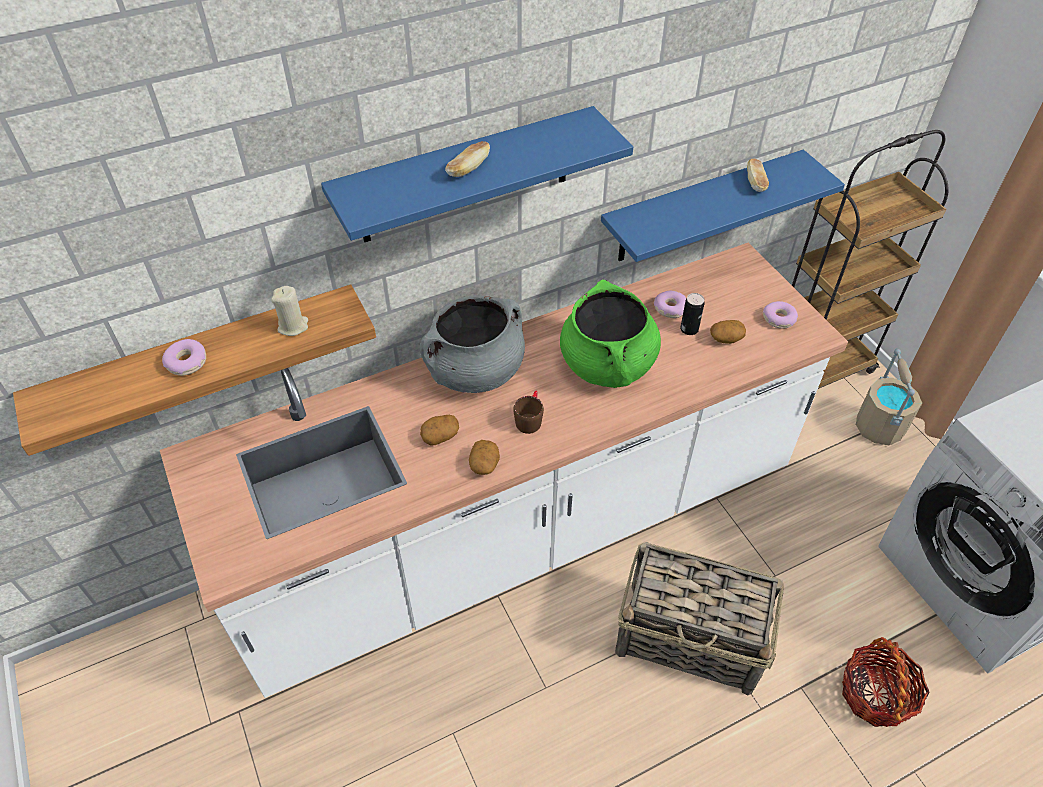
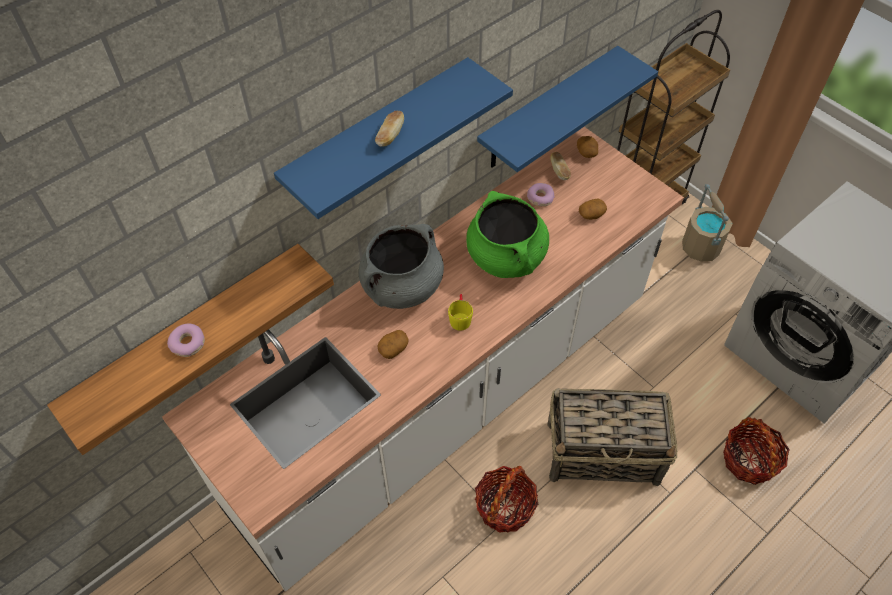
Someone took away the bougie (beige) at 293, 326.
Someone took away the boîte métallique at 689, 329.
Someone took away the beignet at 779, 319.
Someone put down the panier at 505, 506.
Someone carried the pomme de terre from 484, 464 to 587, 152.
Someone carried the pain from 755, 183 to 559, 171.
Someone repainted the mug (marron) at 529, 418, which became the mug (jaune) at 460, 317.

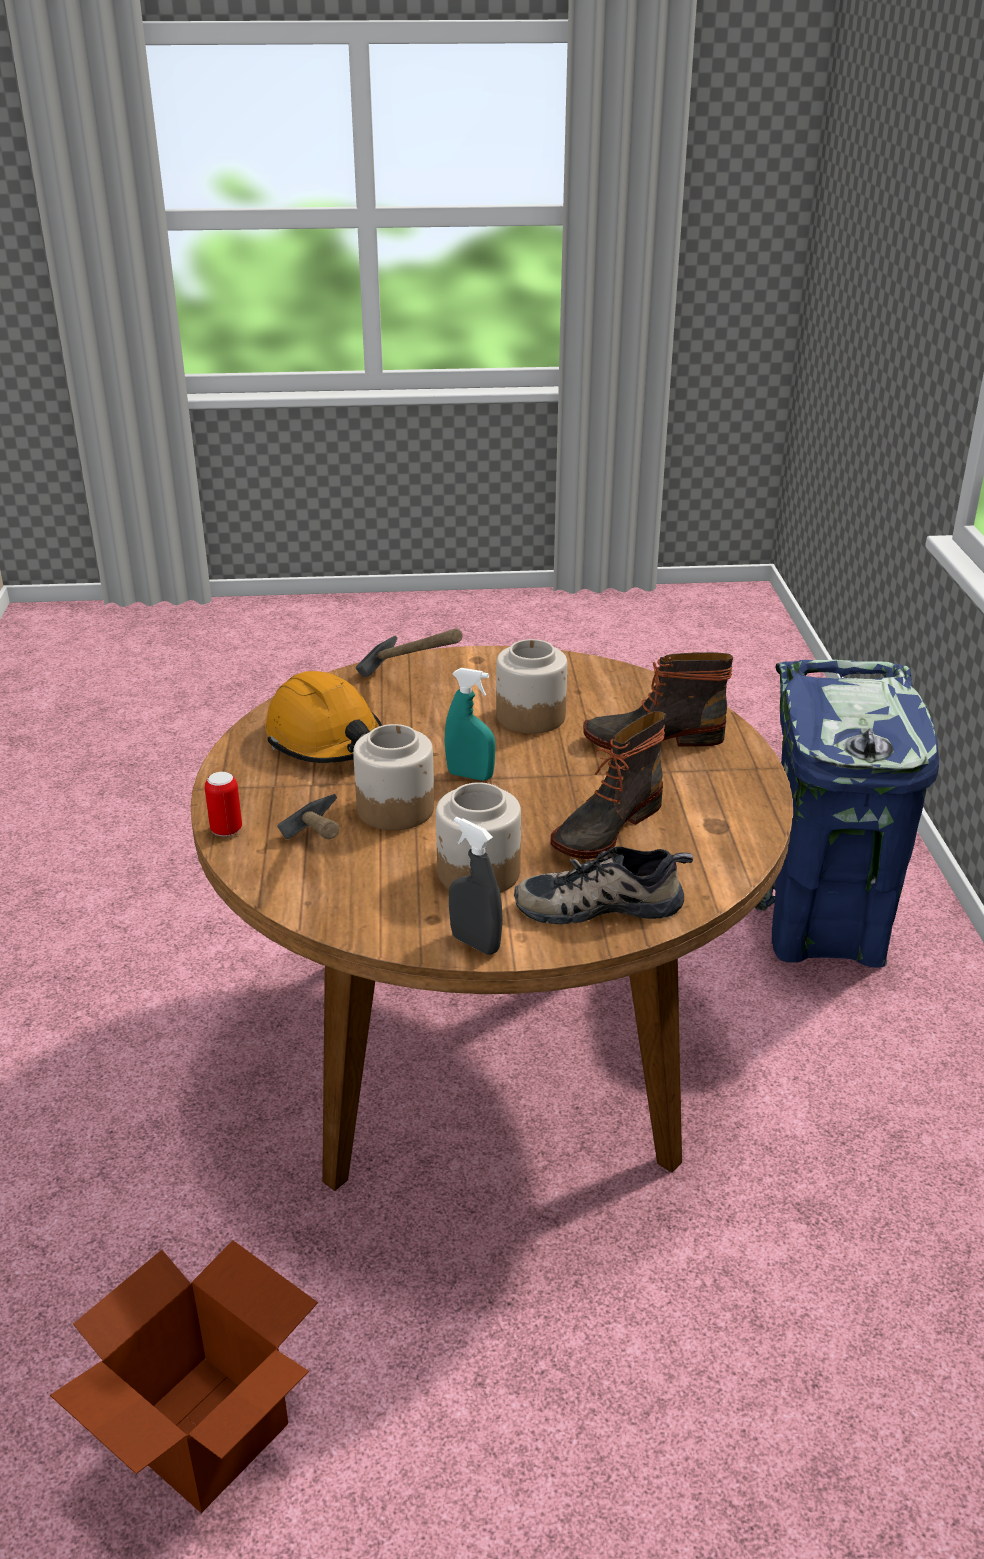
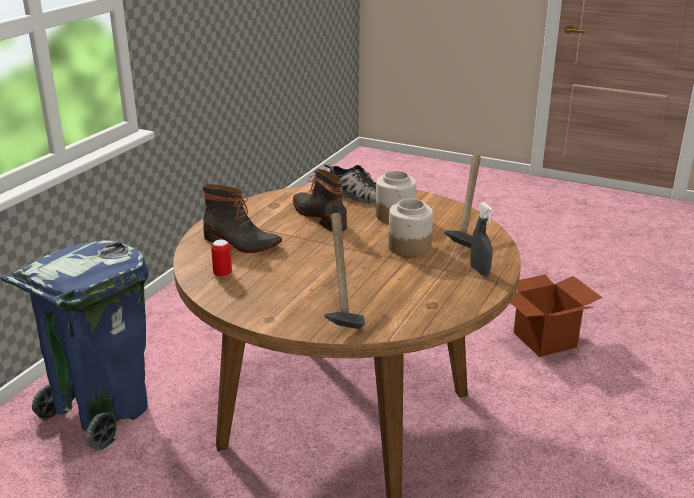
Someone took away the casque de chantier (orange) at 326, 740.
Someone took away the vaporisateur (turquoise) at 470, 775.
Someone took away the bocal at 530, 716.
Someone carried the boîte métallique from 226, 830 to 222, 274.
Someone carried the vaporisateur (gris) from 475, 943 to 479, 270.
Someone rotated the botte at 605, 827 by 105 degrees counterclockwise.

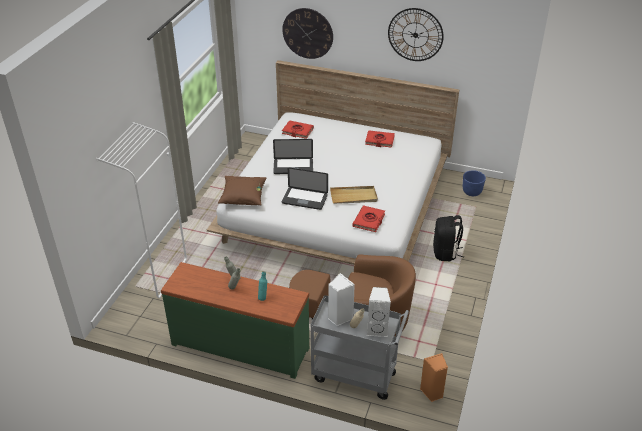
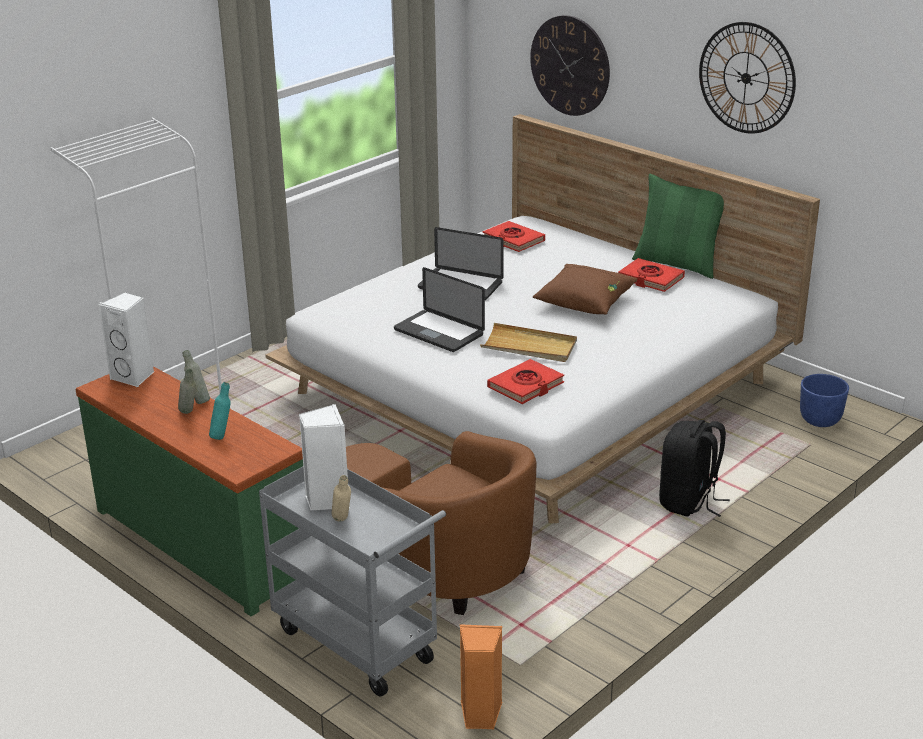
Someone put down the coussin (vert) at 677, 264.
Someone carried the coussin (marron) from 243, 197 to 584, 302.
Someone carried the enceinte (blanc) from 377, 329 to 134, 376.

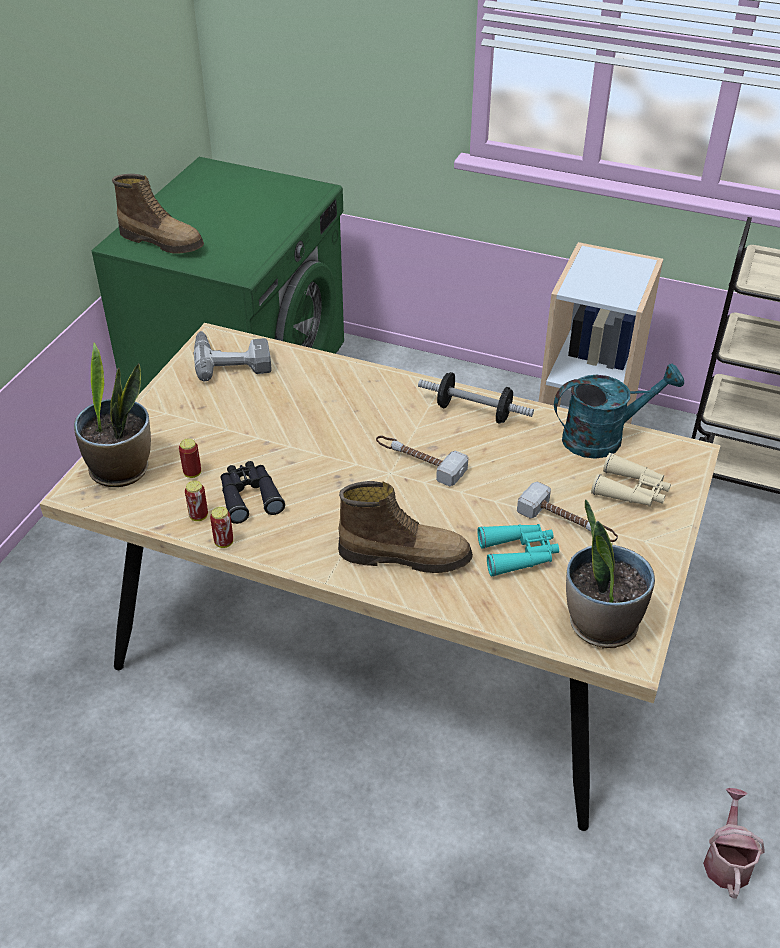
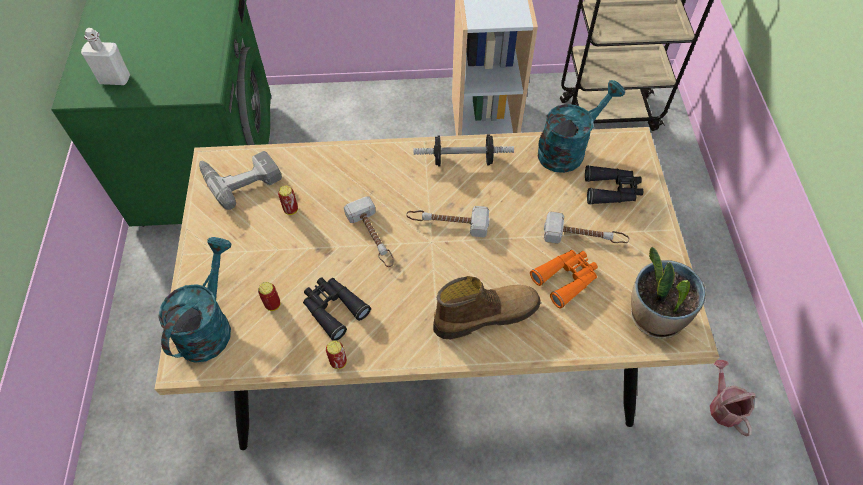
Someone put down the marteau at 373, 237.
Someone carried the boîte métallique from 199, 516 to 291, 210.
Someone swapped the plante en pot at 121, 469 for the arrosoir (turquoise) at 209, 325.
Someone swapped the botte at 163, 241 for the bouteille (blanc) at 115, 79.
Someone repainted the jumelles (turquoise) at 519, 554, which became the jumelles (orange) at 566, 279.
Someone repainted the jumelles (beige) at 631, 491, which became the jumelles (noir) at 612, 190.

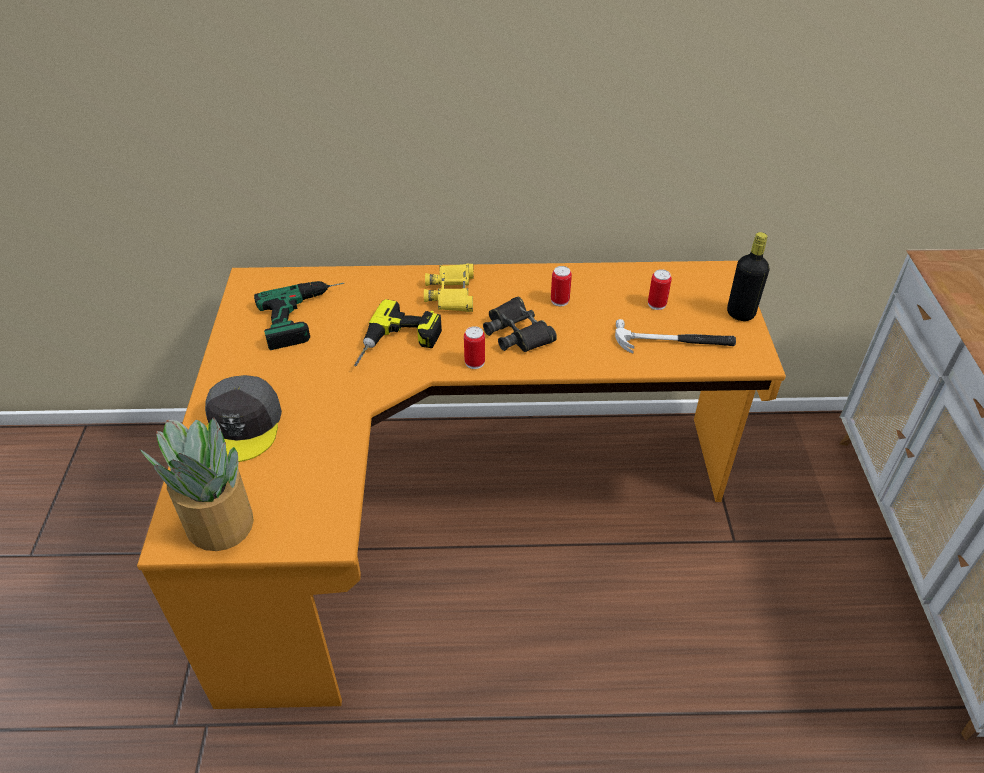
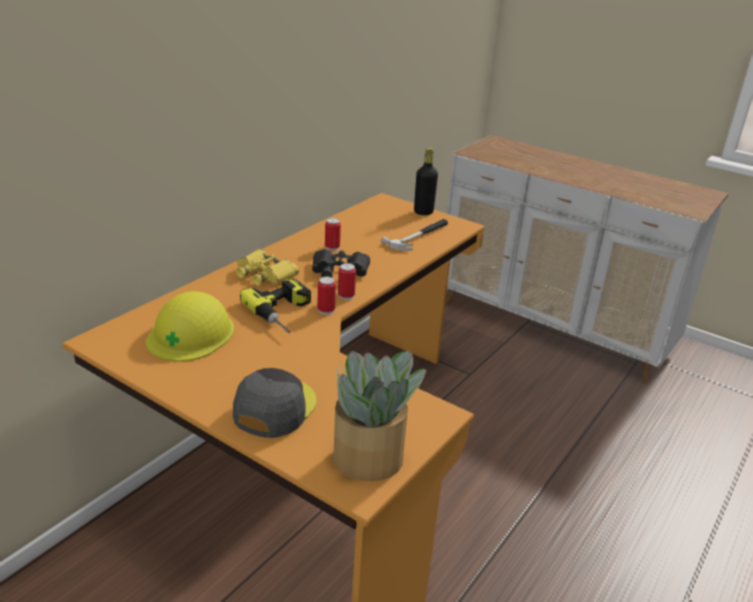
Someone carried the boîte métallique from 657, 304 to 326, 310.
Someone swapped the perceuse at 307, 316 for the casque de chantier (jaune) at 191, 334.
Someone rotated the casquette (gris) at 243, 425 by 105 degrees counterclockwise.

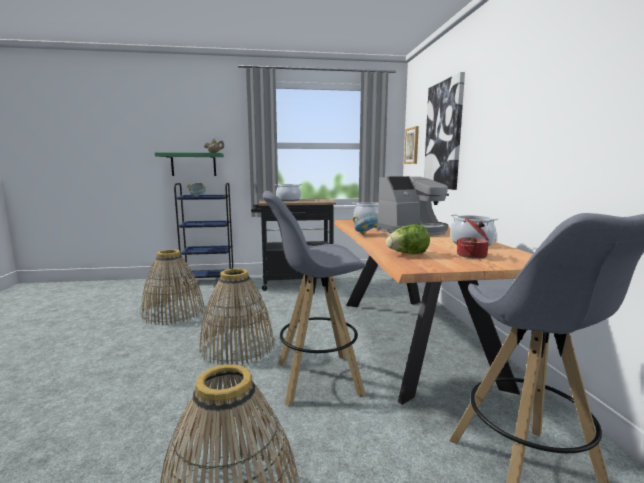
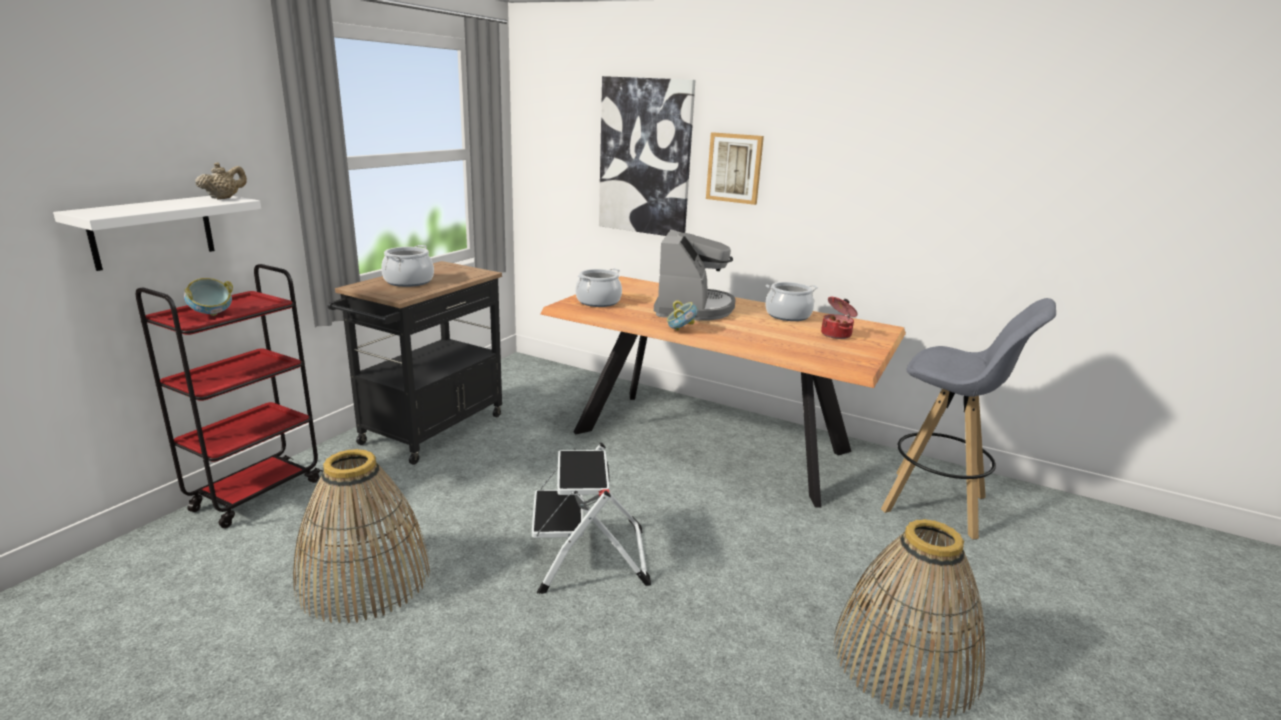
Someone took away the tabouret (gris) at 315, 378.
Someone took away the laitue at 407, 254.
Someone carried the tableau from 412, 146 to 734, 168.
Someone swapped the panier at 237, 346 for the escabeau at 589, 554.
Someone repainted the étagère (vert) at 193, 164, which became the étagère (blanc) at 152, 231.
Someone repainted the chariot (bleu) at 209, 280, which became the chariot (rouge) at 257, 494.

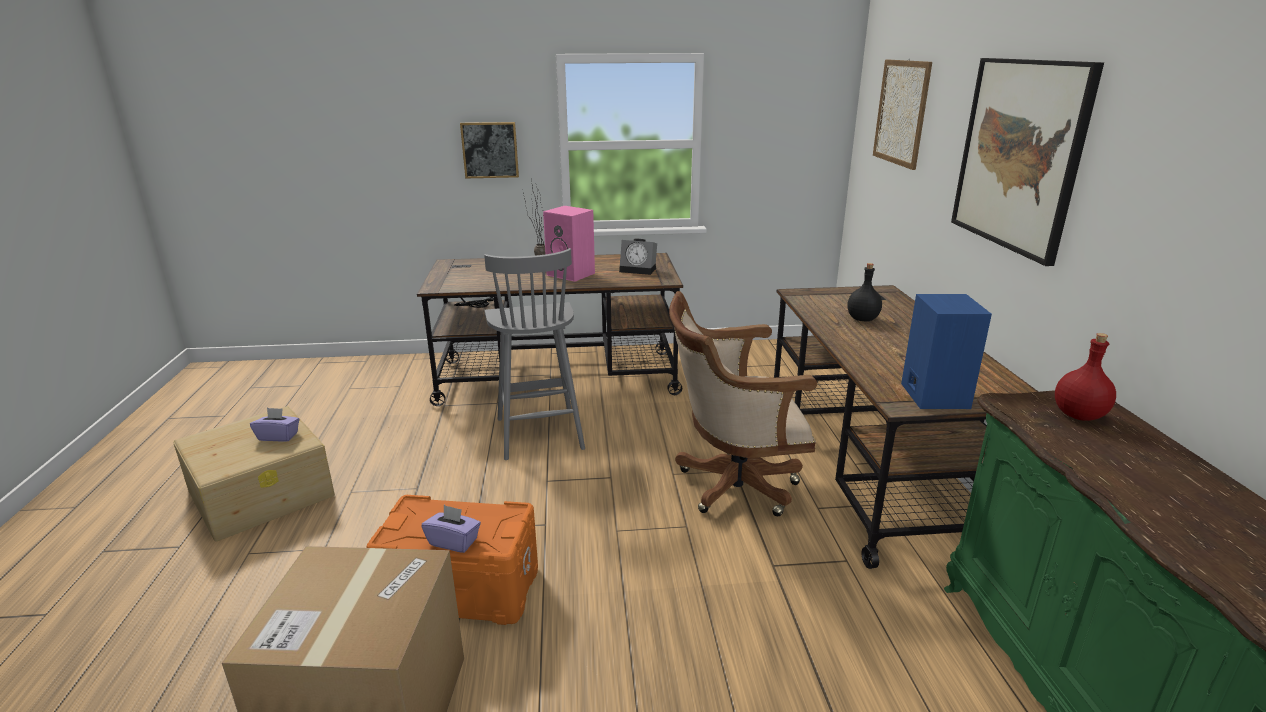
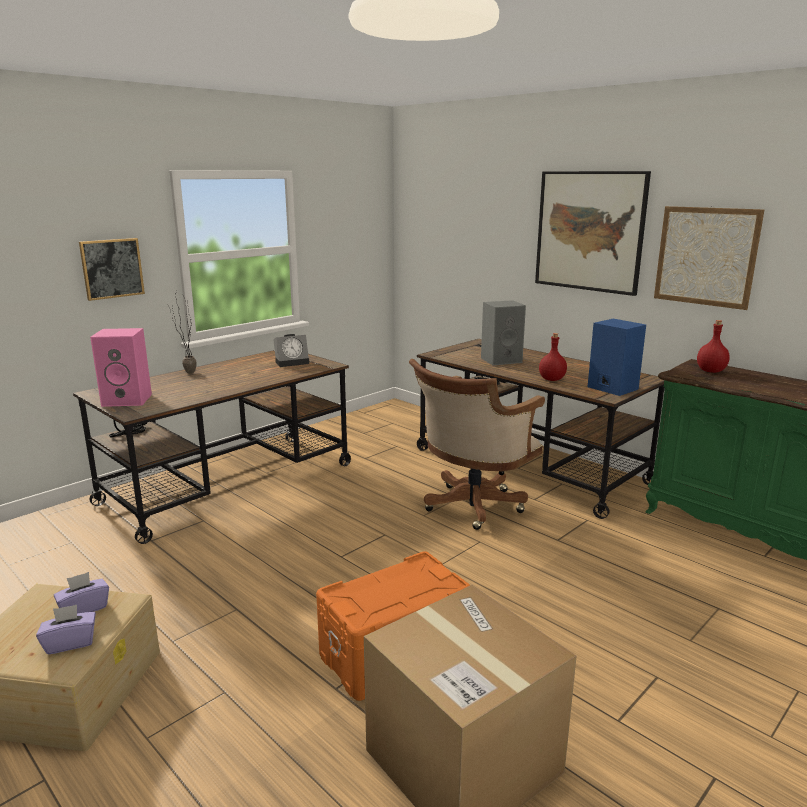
Someone took away the tabouret (gris) at 538, 431.
Someone put down the bouteille (rouge) at 552, 379.
Someone carried the boîte à mouchoirs (violet) from 454, 541 to 70, 642.
Someone carried the enceinte (rose) from 572, 274 to 128, 400.
Someone carried the tableau from 901, 111 to 706, 255.
Someone swapped the bouteille (noir) at 863, 319 for the enceinte (gris) at 501, 360.

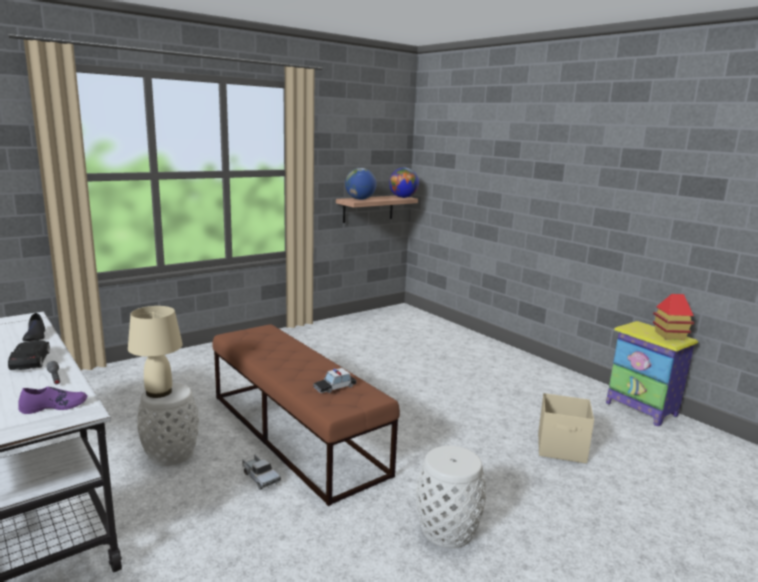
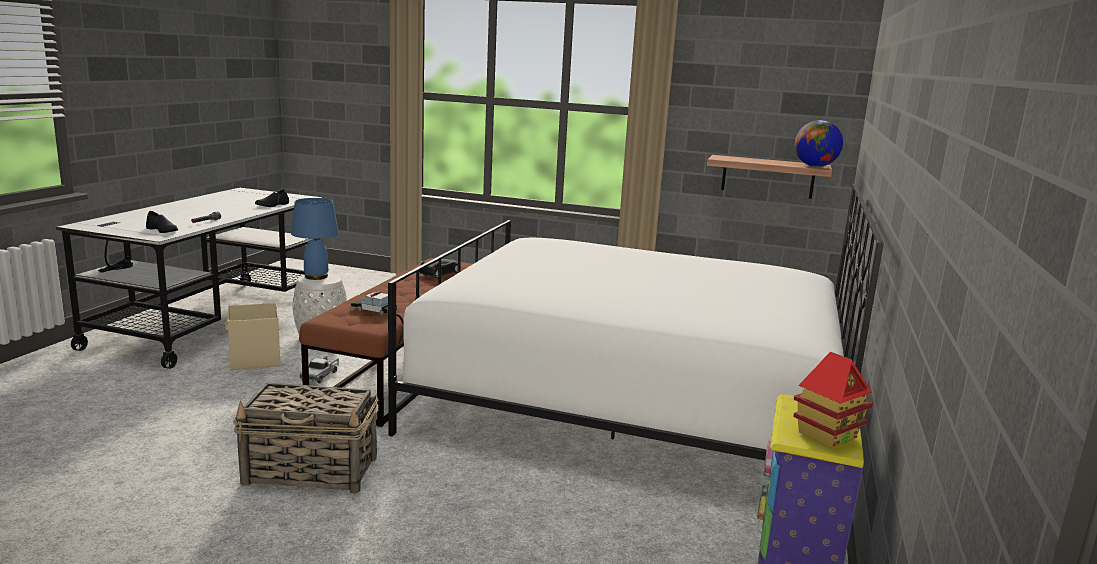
Someone took away the globe at 360, 199.
Someone put down the lit (blanc) at 630, 408.
Someone carried the petite voiture (noir) from 30, 361 to 440, 273.
Someone carried the boîte de rangement (beige) from 562, 449 to 255, 359.
Someone swapped the tabouret (blanc) at 447, 530 for the panier at 312, 471.
Someone repainted the chaussure (violet) at 54, 406, which became the chaussure (noir) at 162, 230.
Someone repainted the lampe de table (beige) at 159, 392, which became the lampe de table (bleu) at 316, 276.

